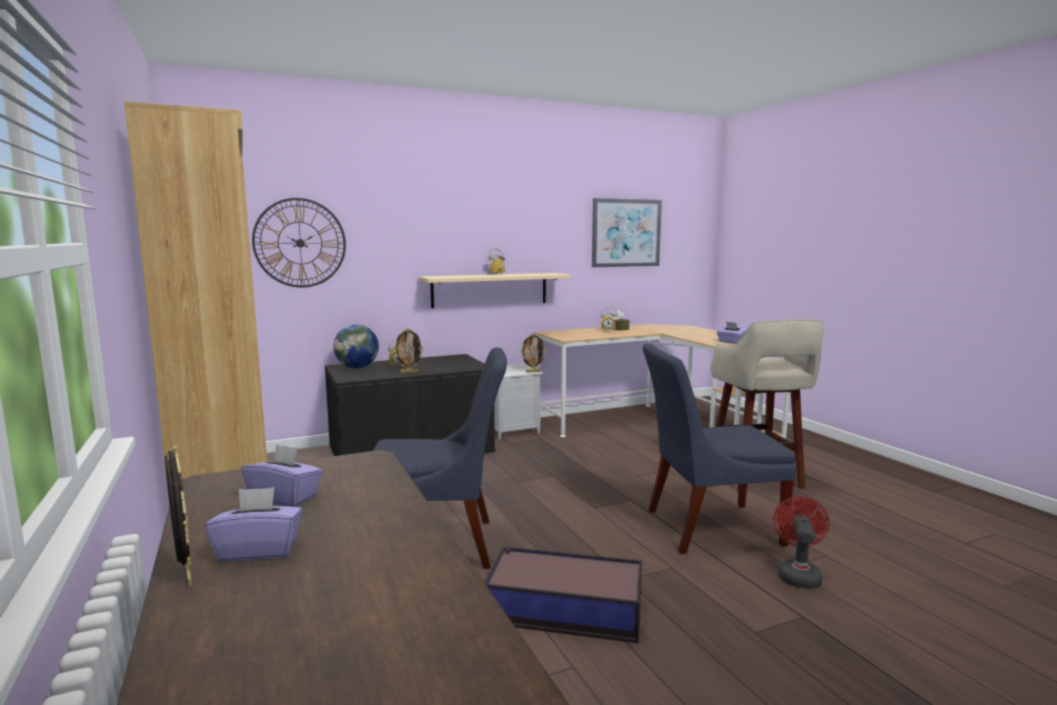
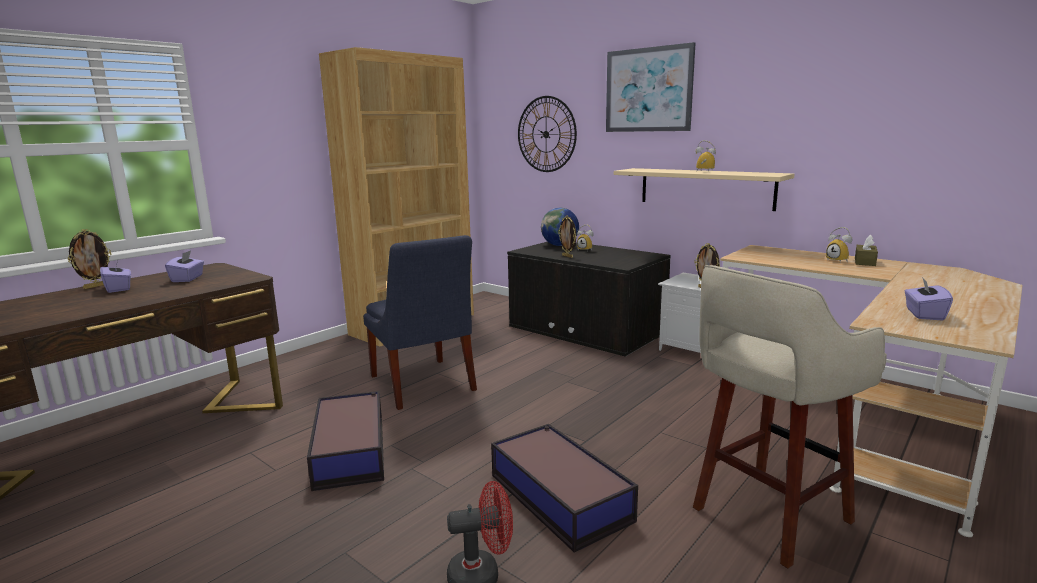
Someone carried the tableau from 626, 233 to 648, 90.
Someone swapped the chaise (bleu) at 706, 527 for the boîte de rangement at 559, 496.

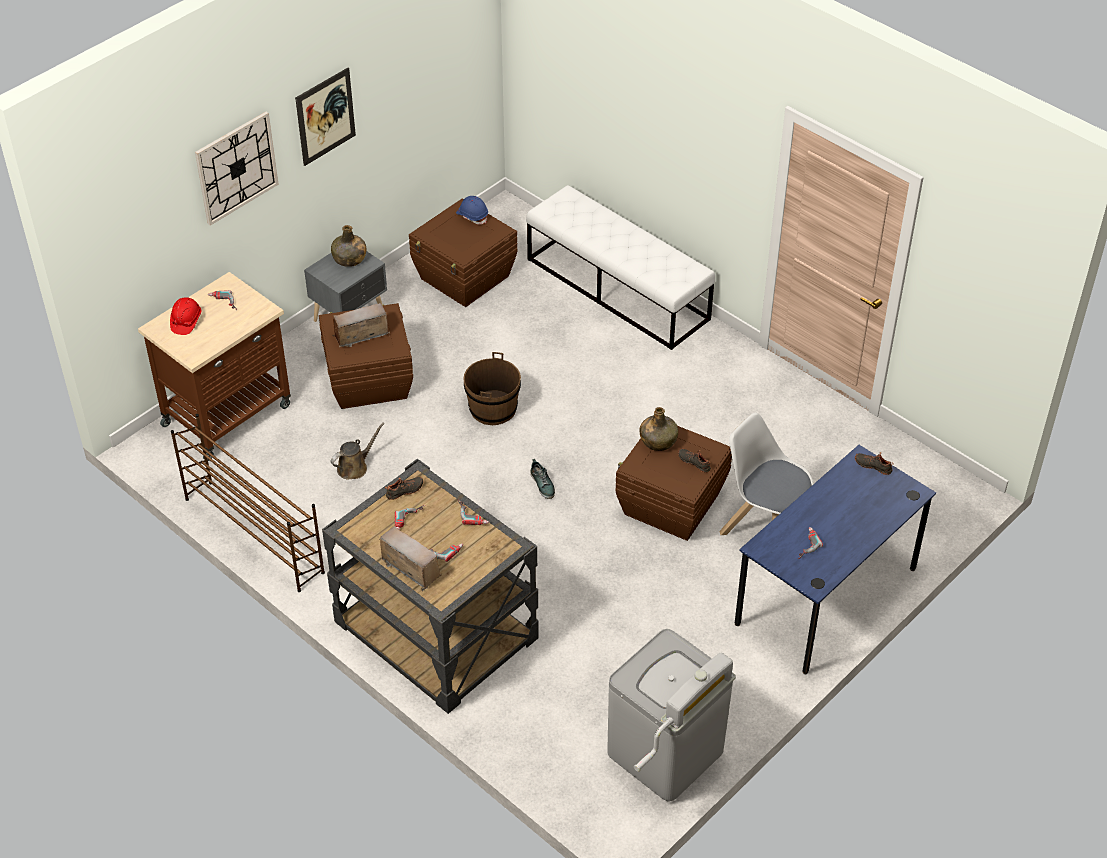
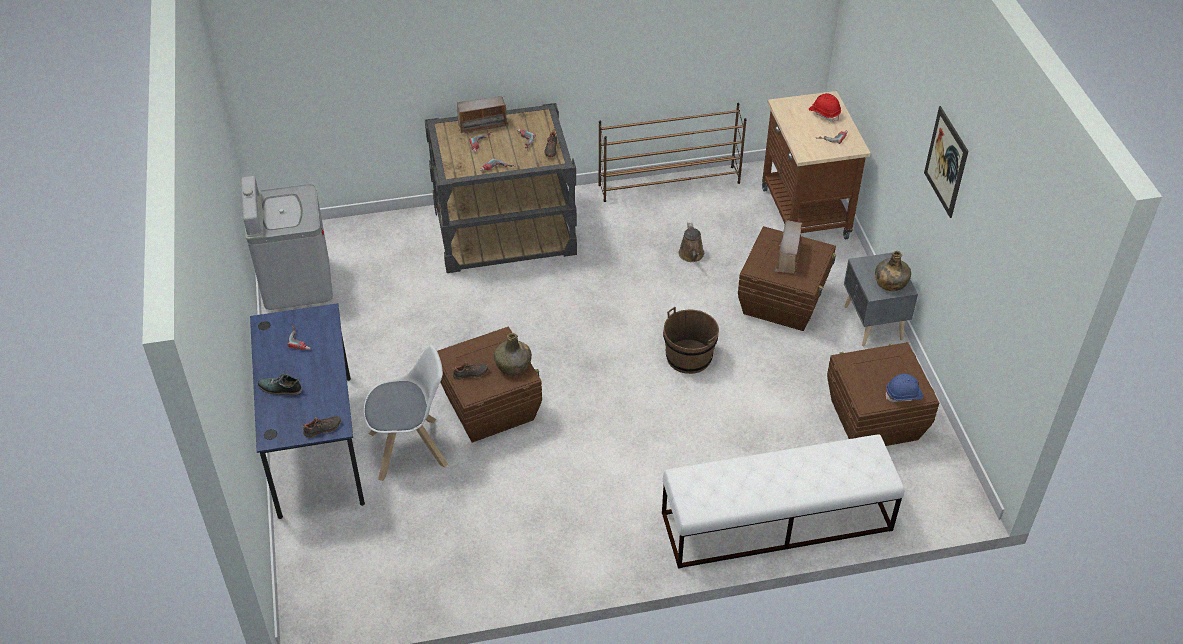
Someone took away the horloge murale at 236, 167.
Someone carried the chaussure from 543, 484 to 280, 389.

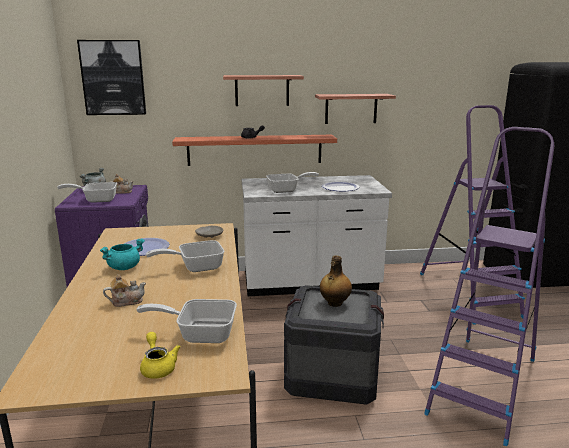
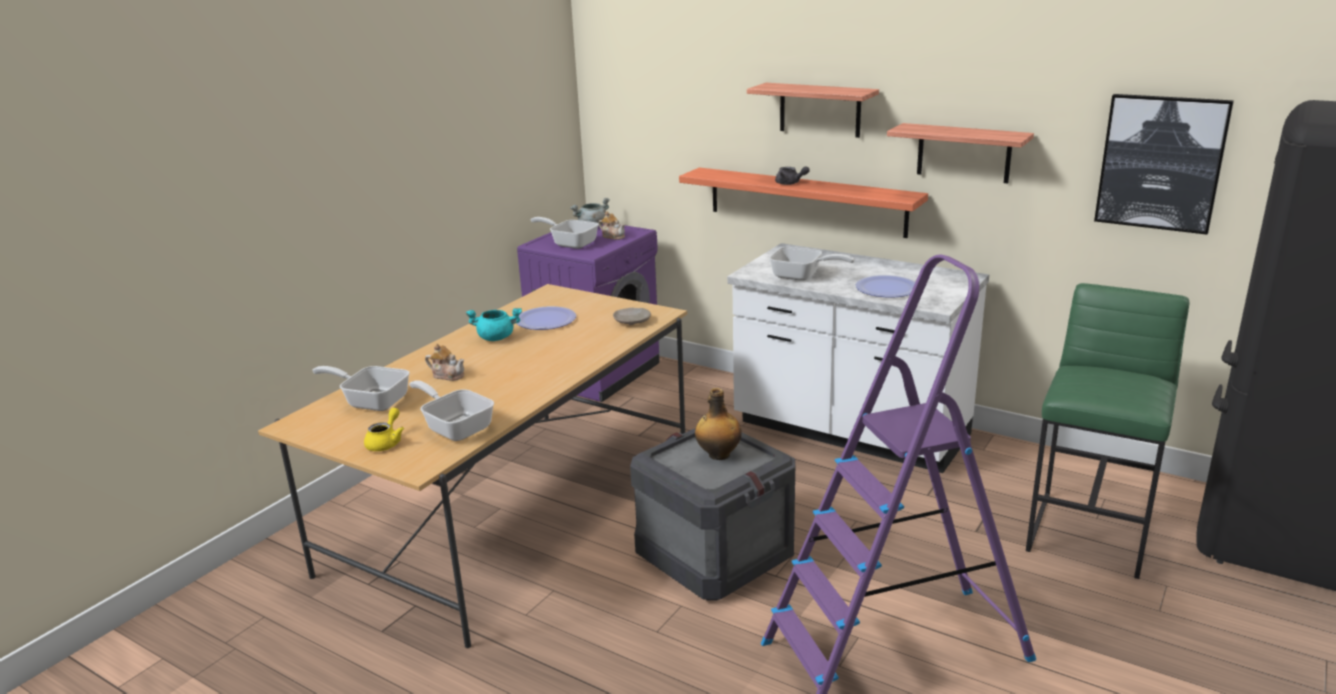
Someone carried the tableau from 113, 78 to 1161, 162.
Someone carried the poêle from 195, 267 to 371, 401.
Someone swapped the escabeau (violet) at 468, 294 for the tabouret (vert) at 1089, 532.

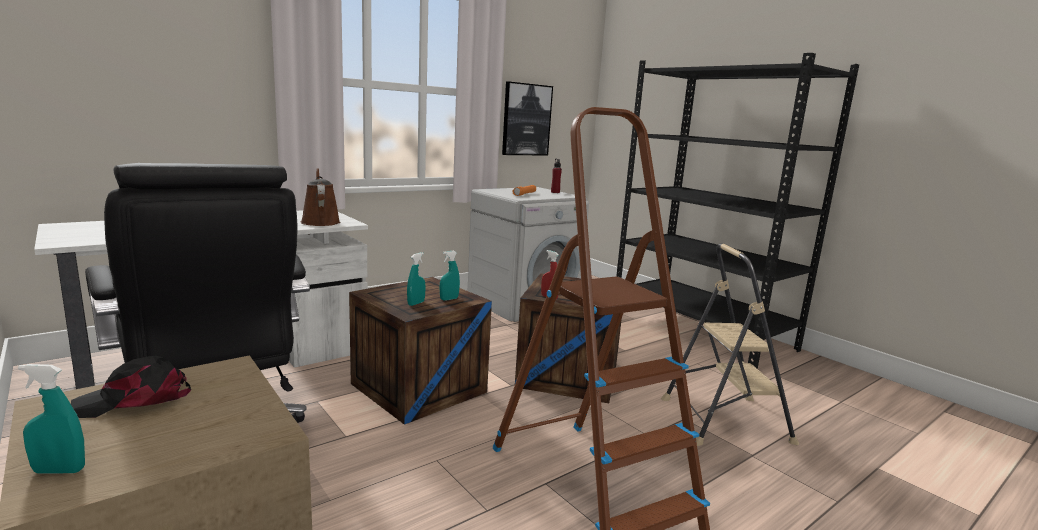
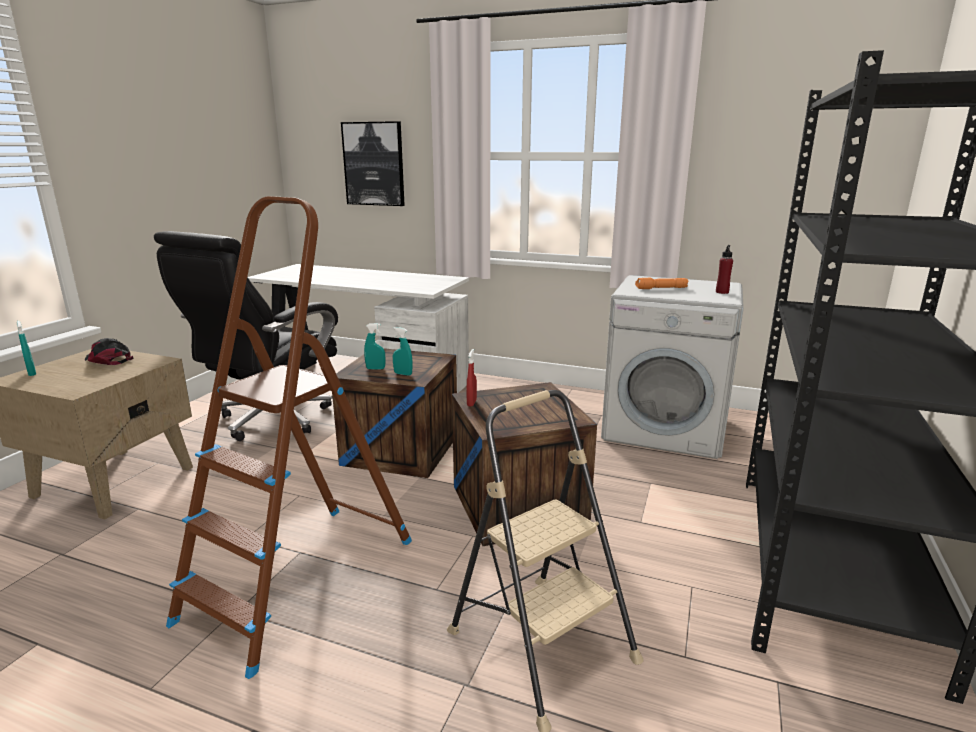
Someone took away the arrosoir (marron) at 320, 221.
Someone carried the tableau from 526, 120 to 374, 164.

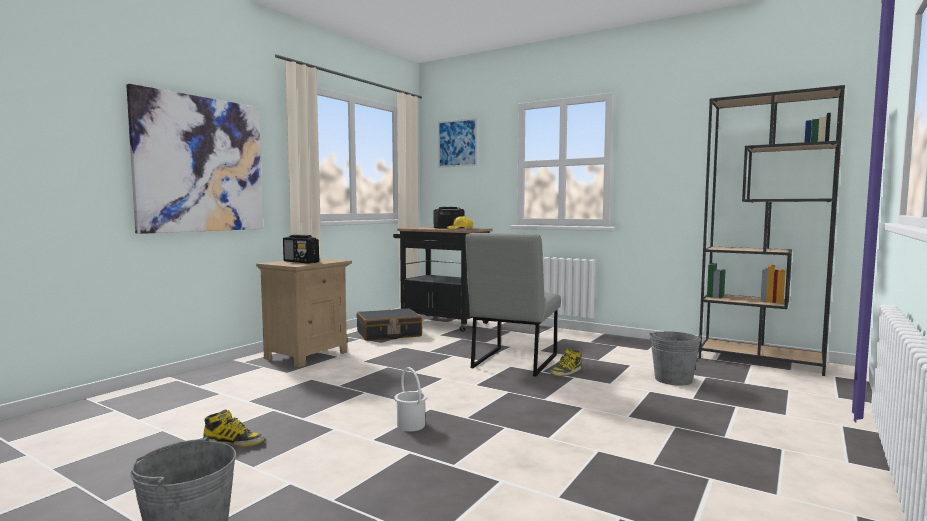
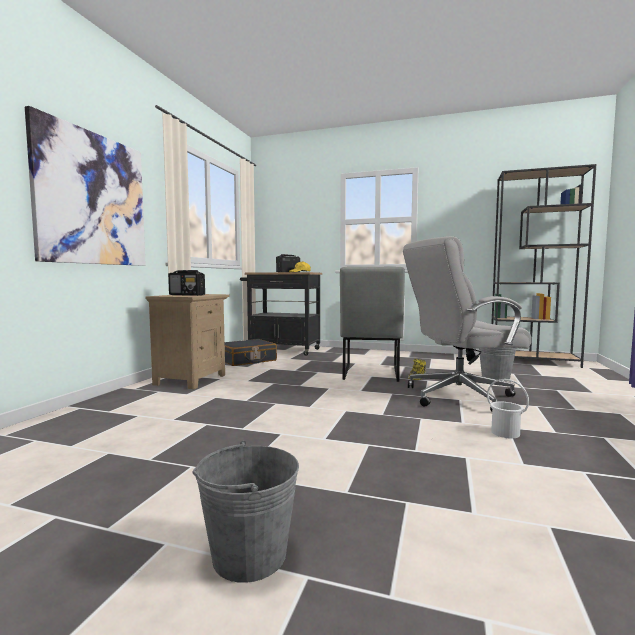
Someone took away the botte at 234, 442.
Someone took away the tableau at 457, 143.
Someone put down the chaise de bureau (gris) at 459, 396.
Someone carried the seau (blanc) from 411, 425 to 505, 433.

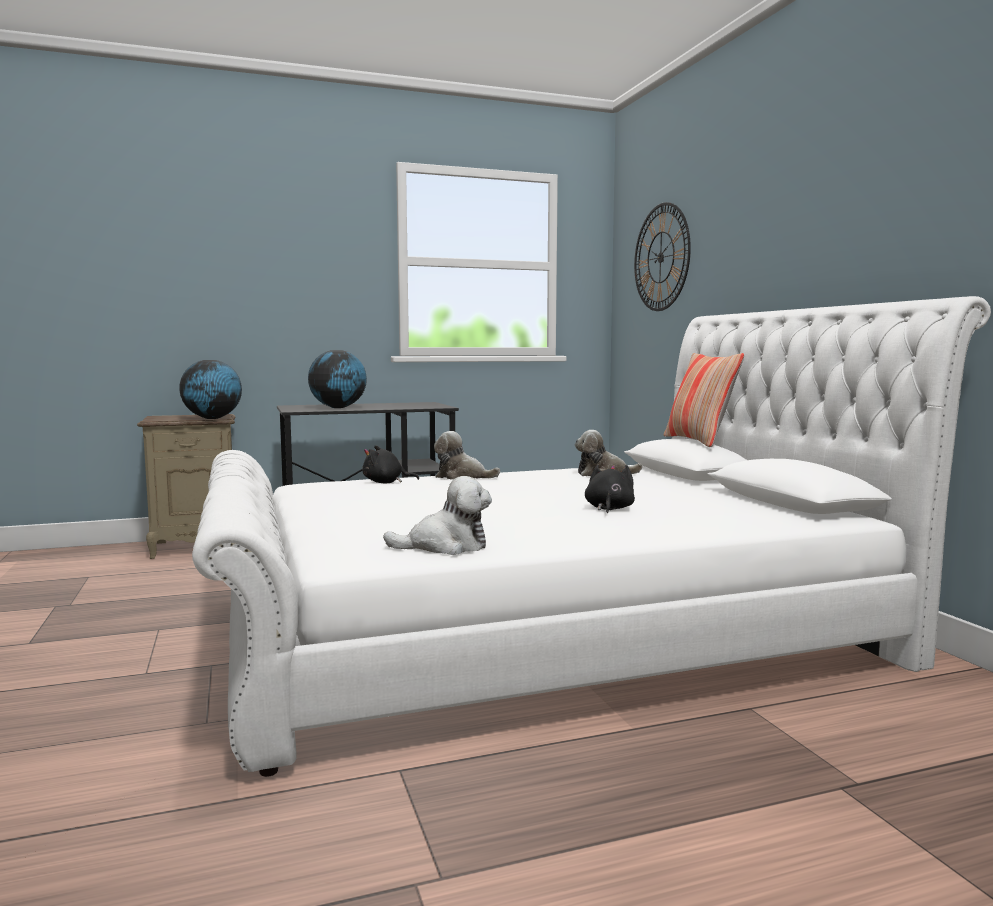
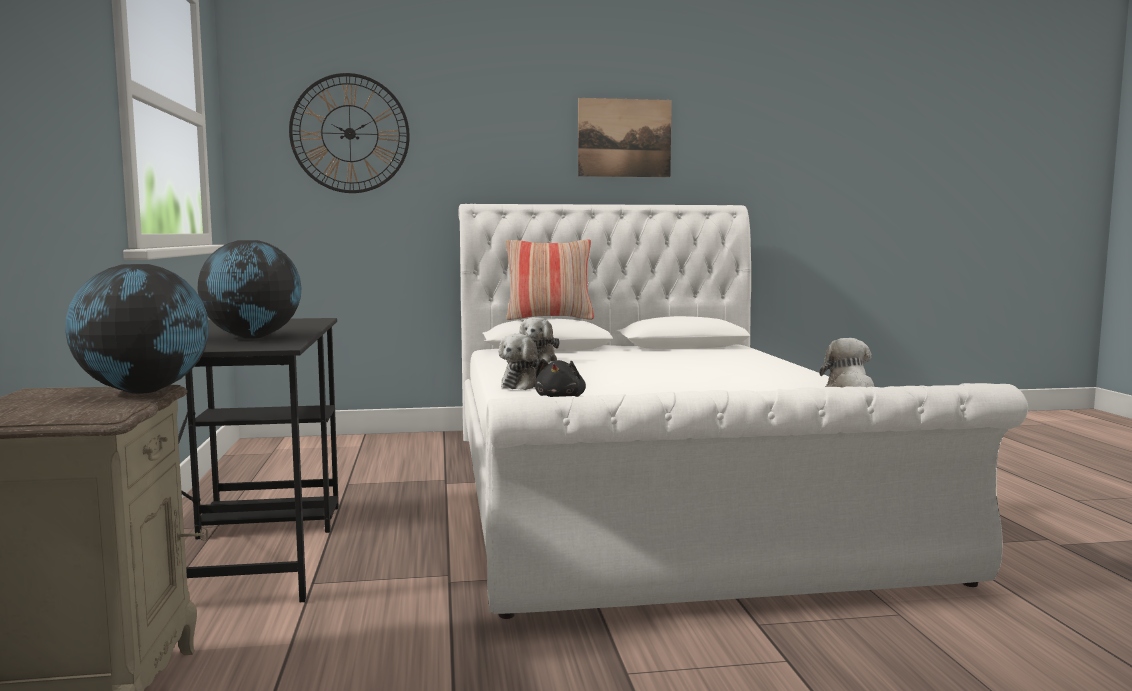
Someone took away the peluche (noir) at 609, 509.
Someone put up the tableau at 624, 138.

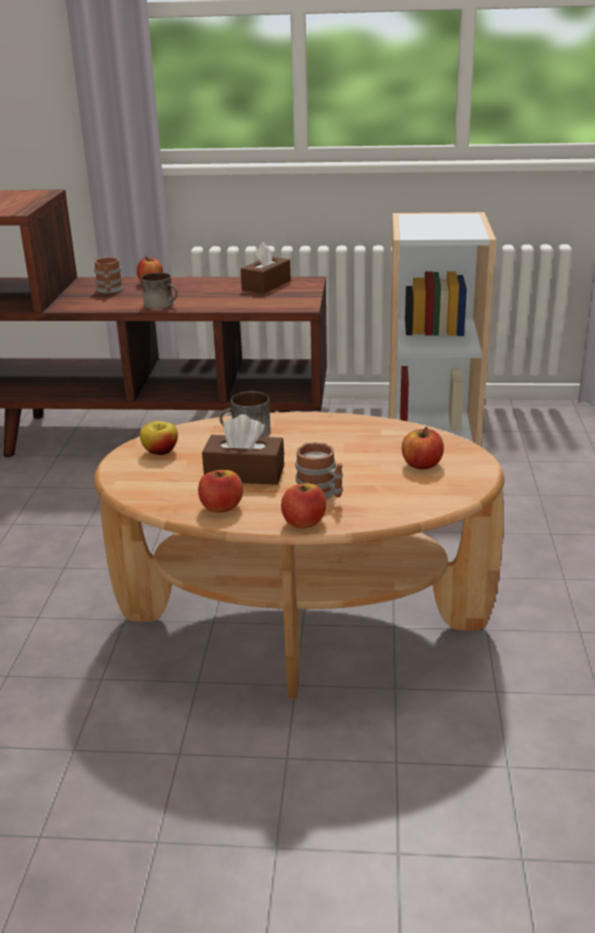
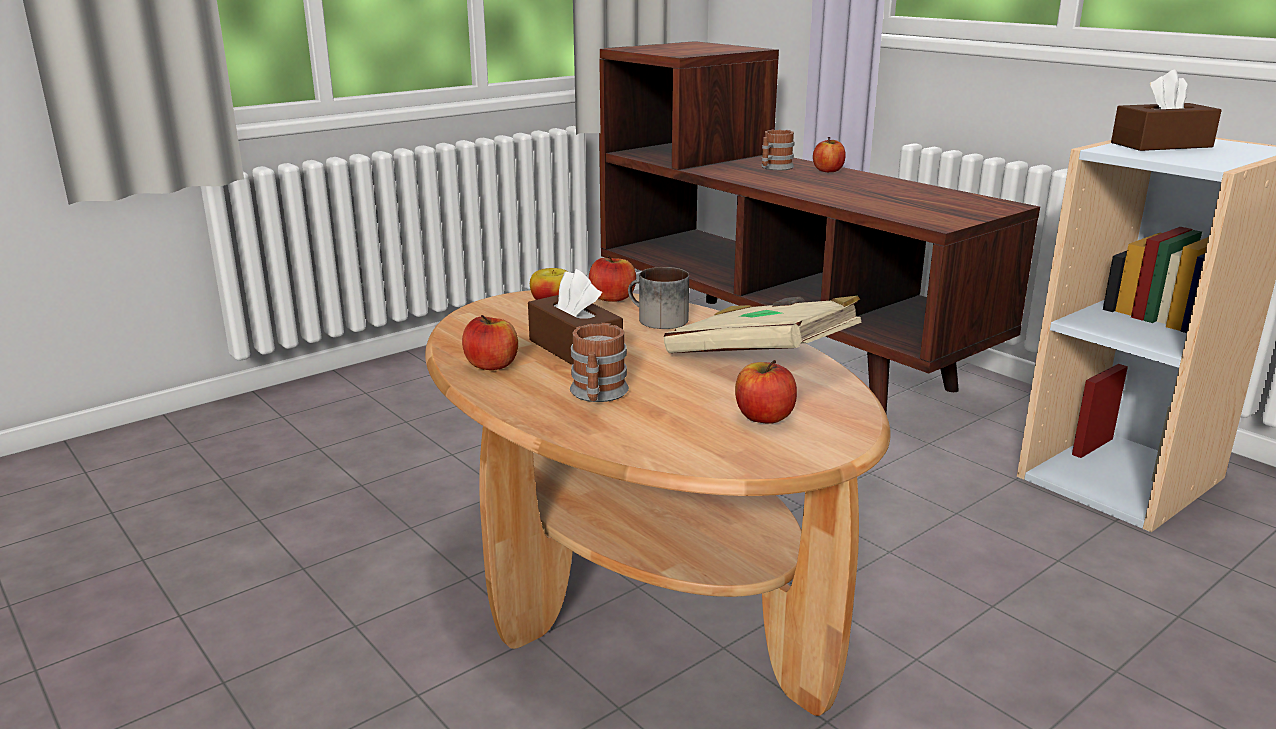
Someone took away the mug at 162, 304.
Someone put down the livre (beige) at 760, 360.
Someone carried the boîte à mouchoirs (marron) from 266, 285 to 1161, 145.
Someone carried the pomme from 303, 522 to 612, 298.

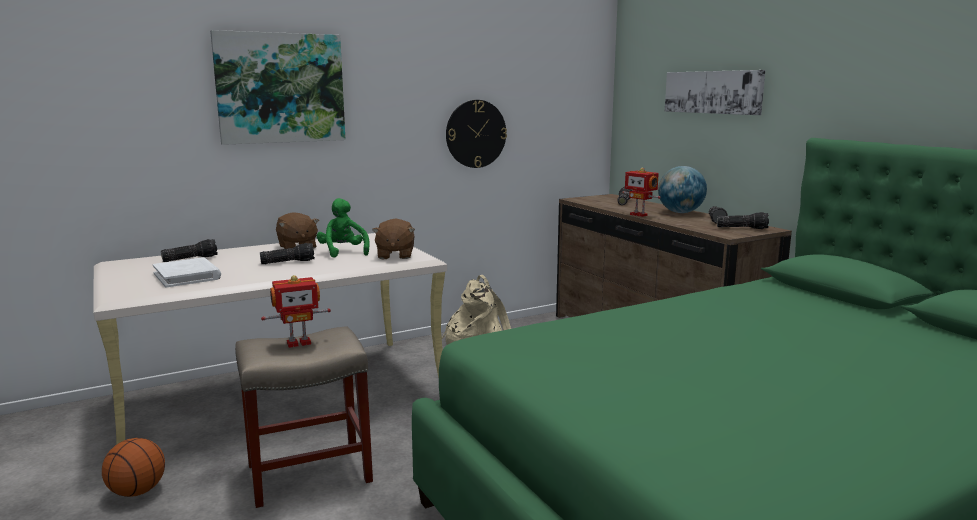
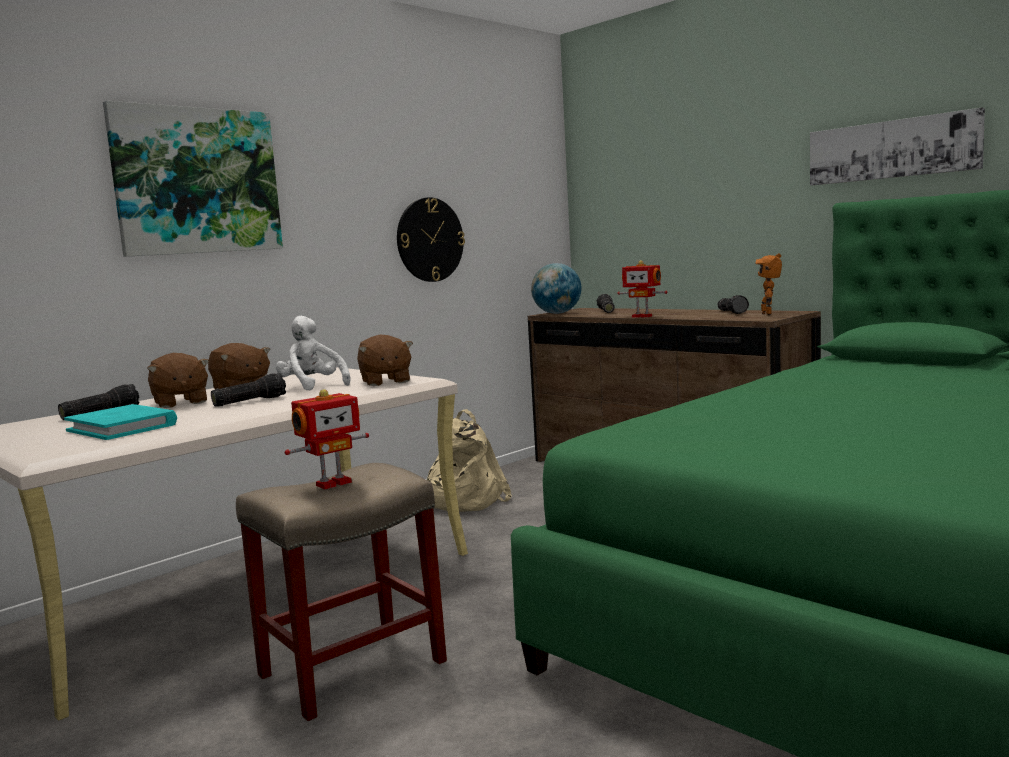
Someone took away the ballon de basket at 137, 492.
Someone put down the peluche (marron) at 180, 403.
Someone carried the globe from 680, 212 to 557, 313.
Someone carried the tableau from 713, 92 to 892, 149.
Someone swapped the lampe de poche at 742, 228 for the robot jouet at 769, 314.
Someone repainted the livre (blanc) at 187, 276, which became the livre (turquoise) at 122, 427.
Someone repainted the peluche (vert) at 343, 252, which became the peluche (blanc) at 312, 386.

